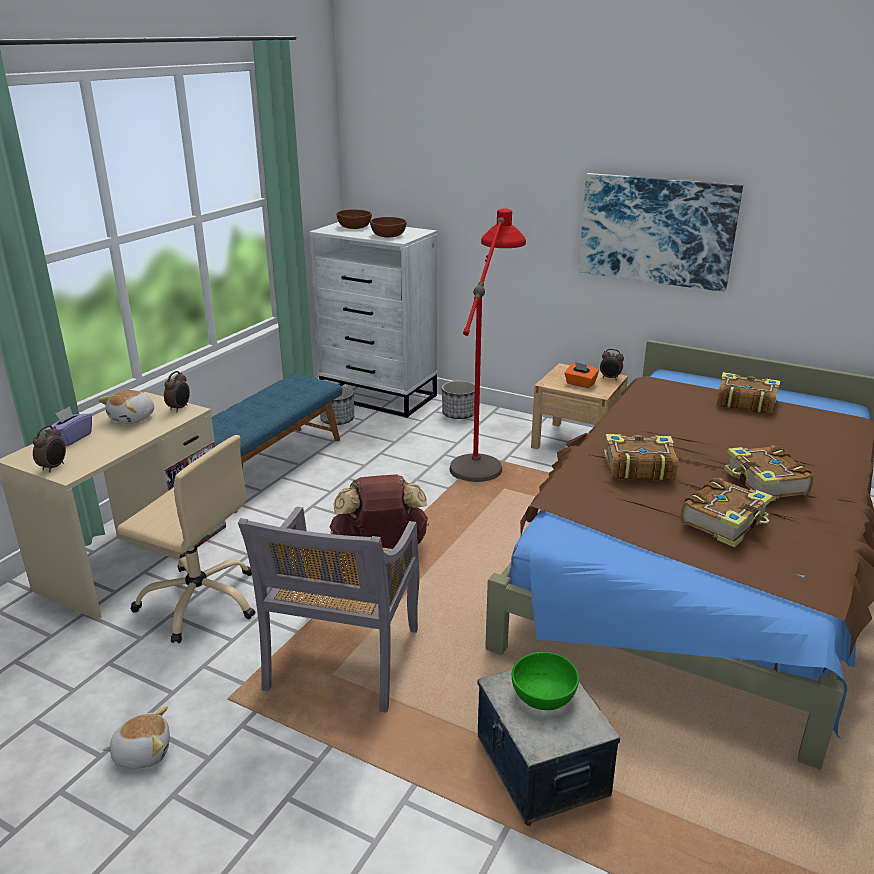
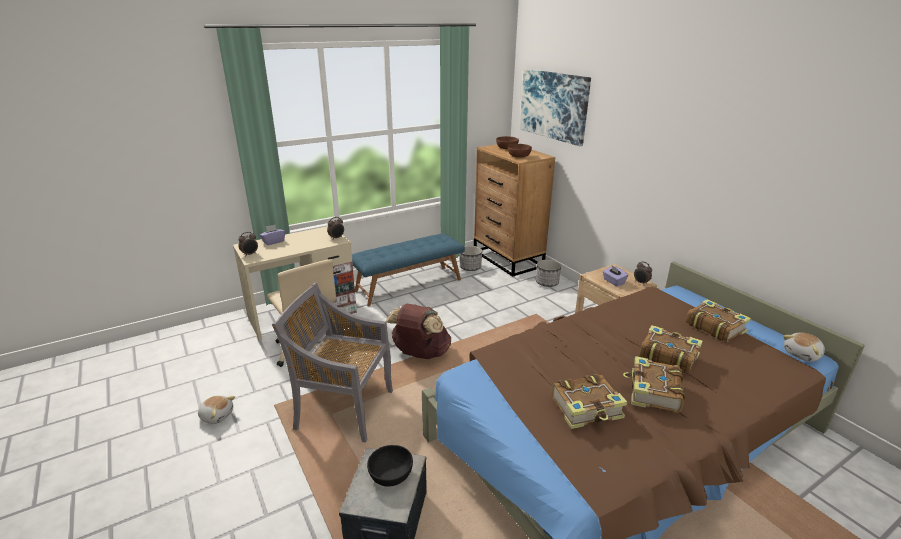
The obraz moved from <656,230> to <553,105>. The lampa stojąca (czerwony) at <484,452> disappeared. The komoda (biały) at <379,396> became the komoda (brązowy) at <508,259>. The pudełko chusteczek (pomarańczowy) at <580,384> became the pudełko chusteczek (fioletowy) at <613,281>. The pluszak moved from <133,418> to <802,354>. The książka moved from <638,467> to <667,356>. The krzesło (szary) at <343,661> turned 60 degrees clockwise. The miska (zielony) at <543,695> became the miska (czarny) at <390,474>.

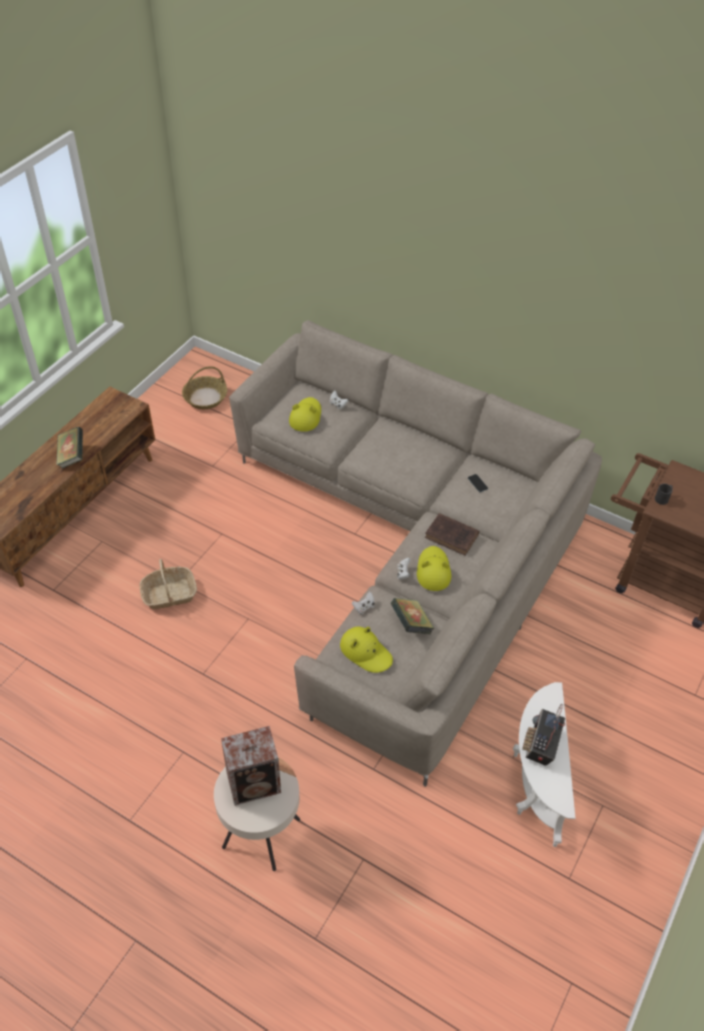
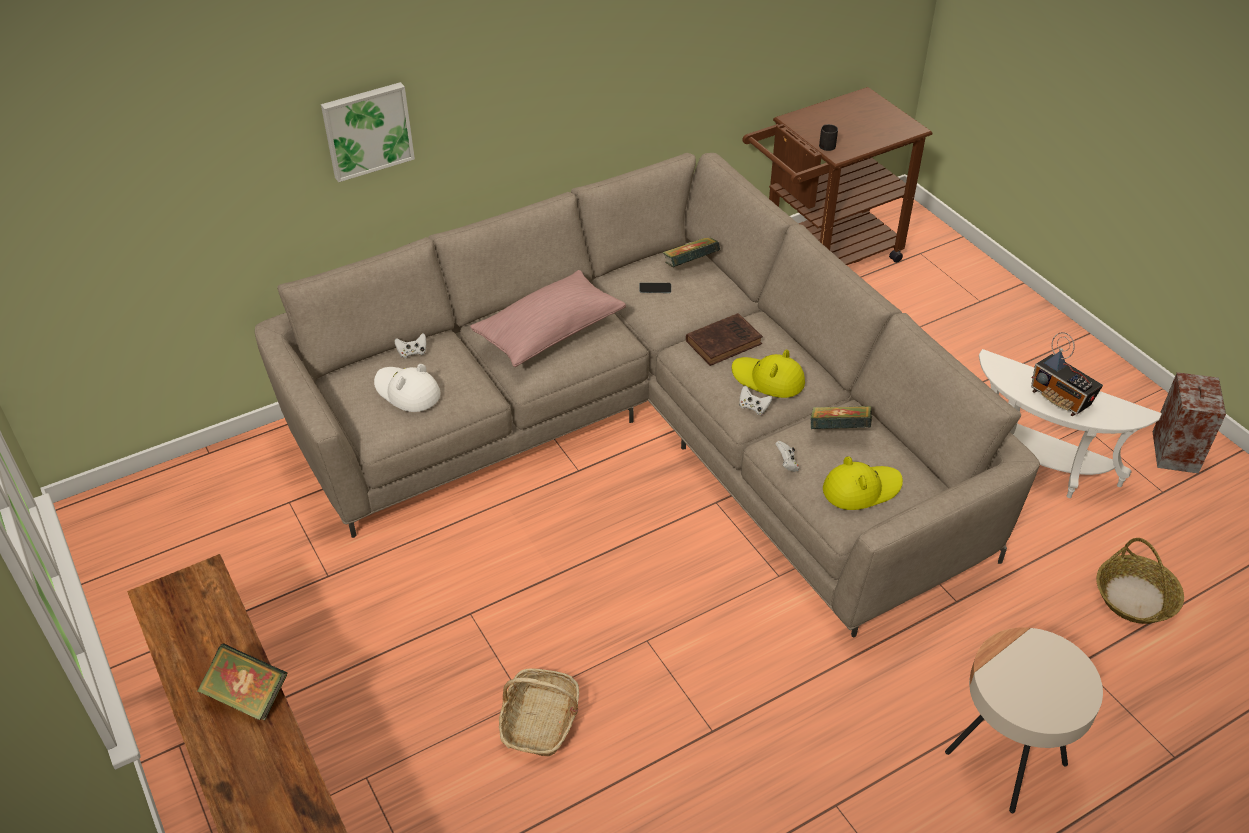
The koszyk moved from <205,397> to <1134,597>. The kapelusz (żółty) at <305,416> became the kapelusz (biały) at <407,392>. The głośnik moved from <255,783> to <1175,450>. The obraz at <367,130> appeared. The książka at <690,265> appeared. The poduszka (różowy) at <549,332> appeared.

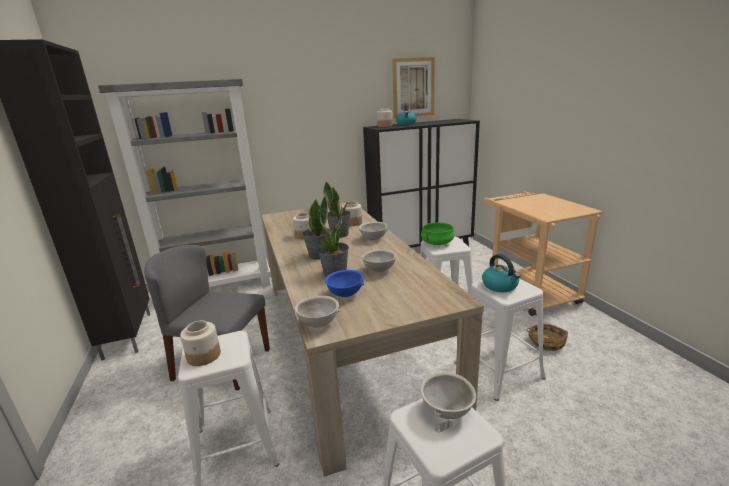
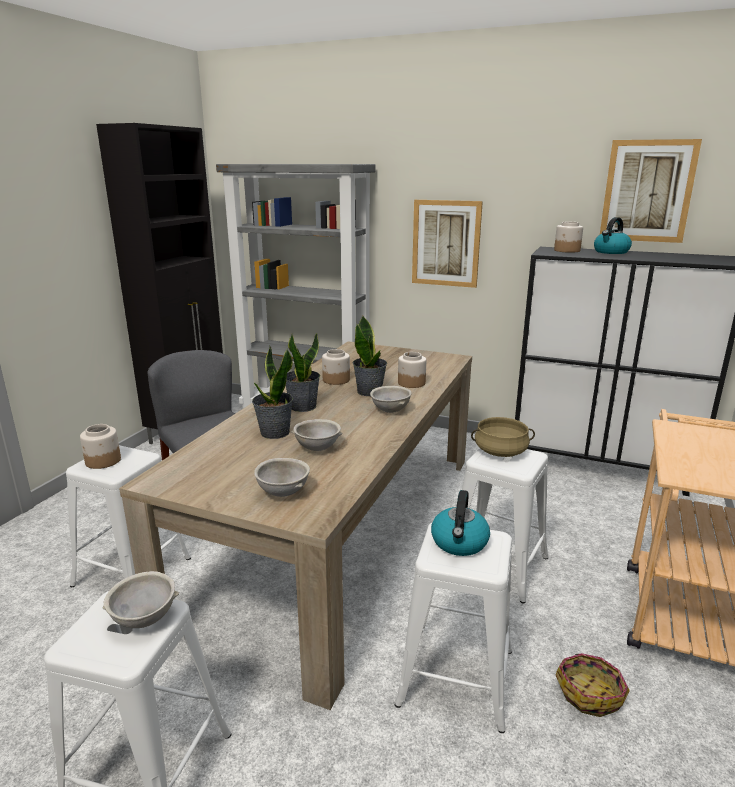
The garnek (zielony) at <437,243> became the garnek (beżowy) at <500,452>. The miska (niebieski) at <345,295> disappeared. The miska (szary) moved from <318,323> to <283,492>. The obraz at <446,243> appeared.

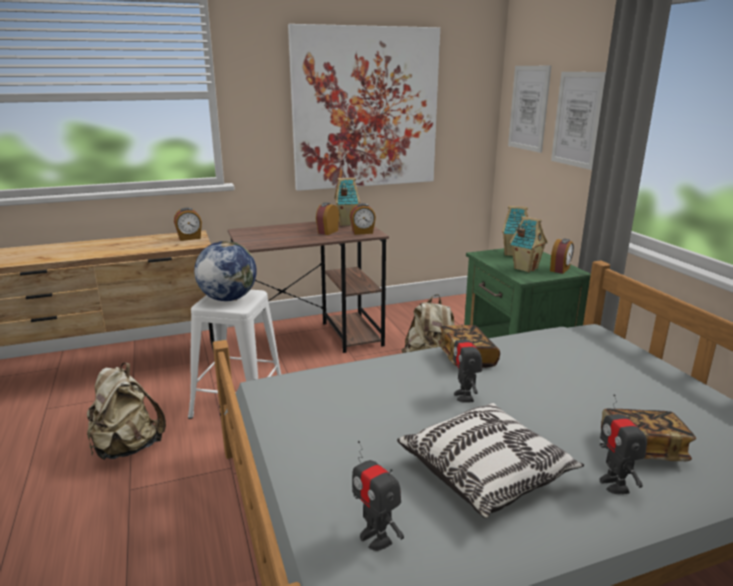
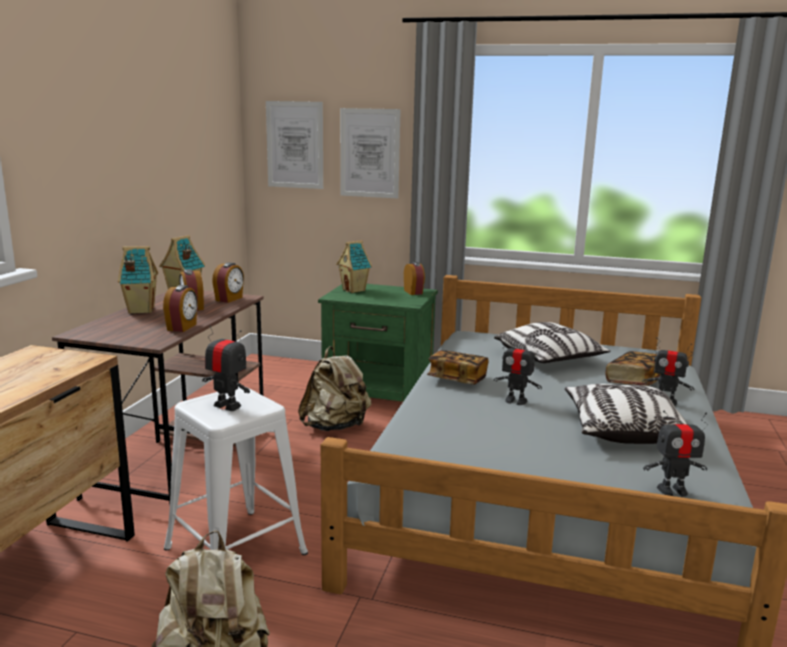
The obraz at <365,109> disappeared. The budzik moved from <189,238> to <182,327>. The domek moved from <525,268> to <140,310>. The globus at <228,298> was replaced by the robot zabawkowy at <227,406>. The poduszka at <549,359> appeared.

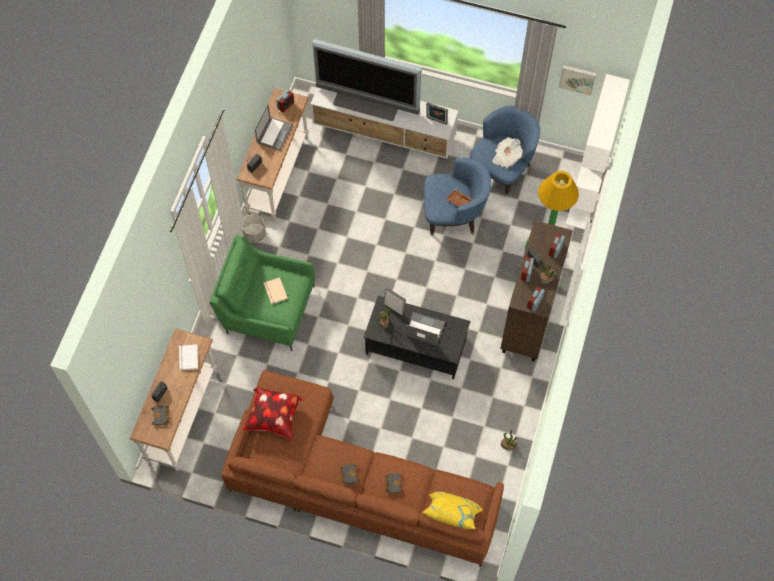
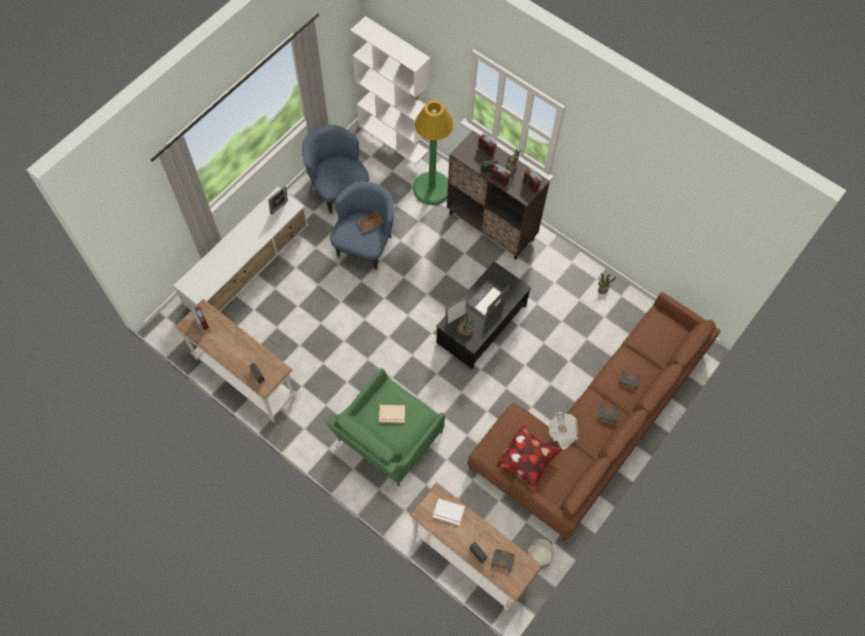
The telewizor at <367,102> disappeared. The obraz at <577,78> disappeared. The laptop at <274,133> disappeared. The gazeta moved from <506,157> to <562,433>. The donica (szary) moved from <254,234> to <538,557>. The poduszka (żółty) at <451,516> disappeared.

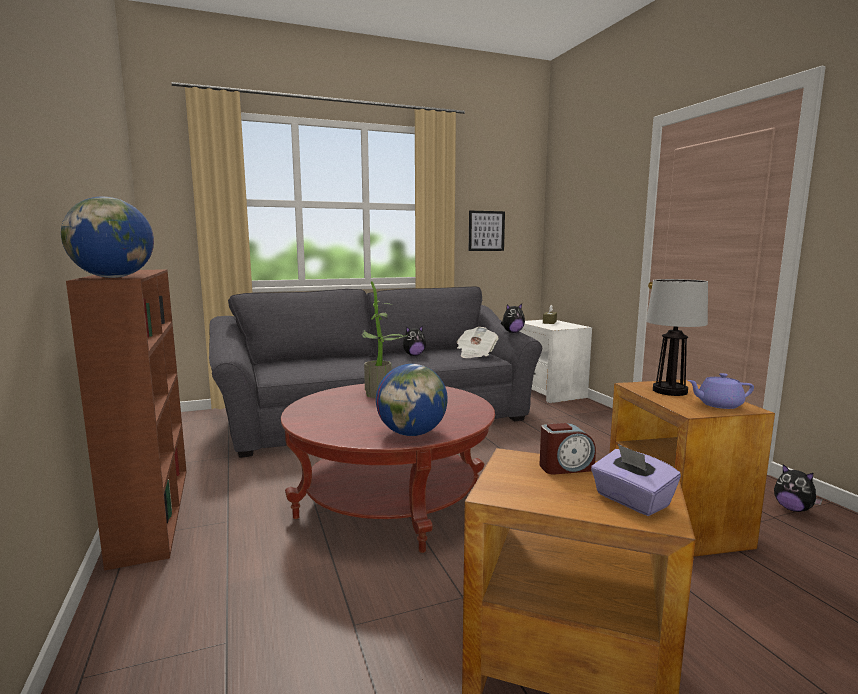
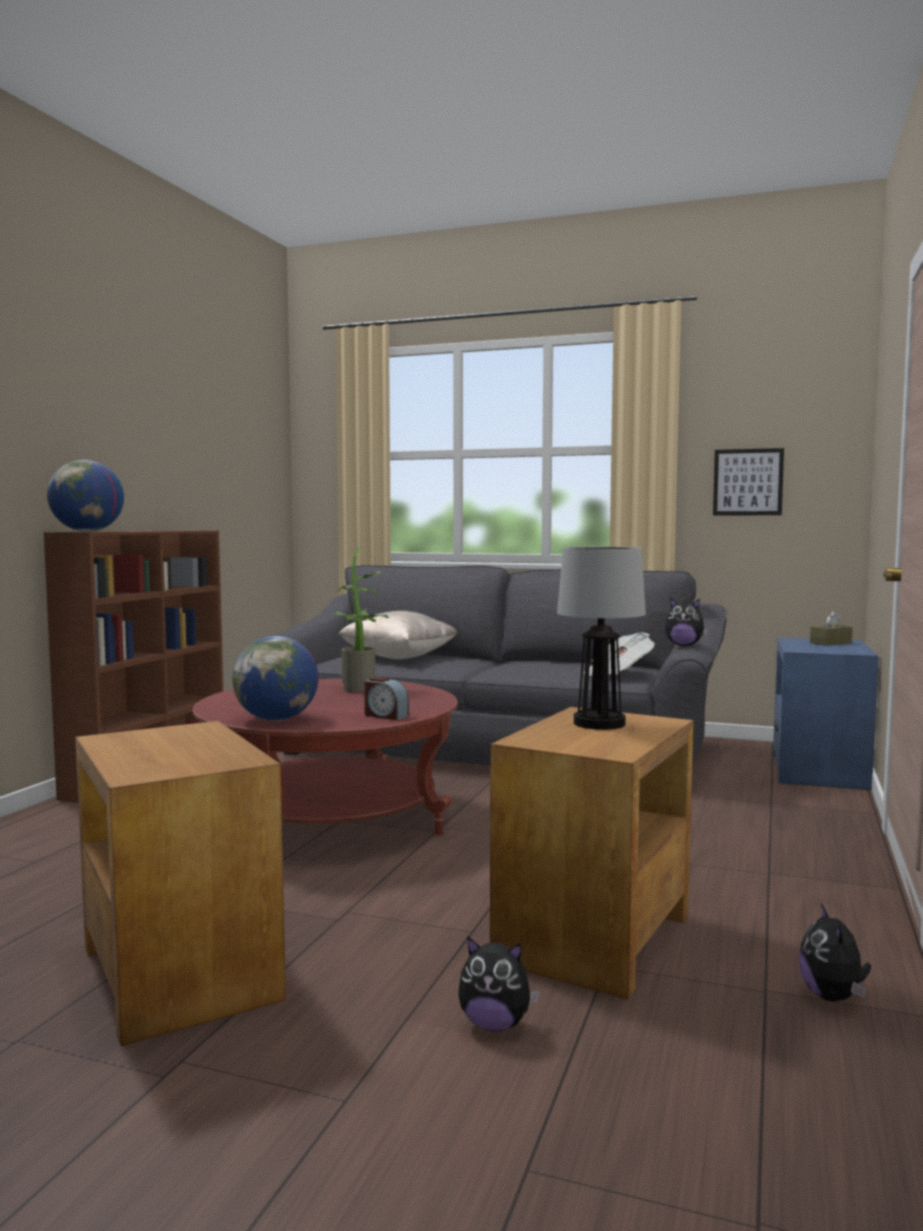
The stolik (biały) at <549,392> became the stolik (niebieski) at <818,770>. The pluszak moved from <413,355> to <495,1024>. The imbryk (fioletowy) at <718,405> disappeared. The budzik moved from <565,467> to <385,715>. The pudełko chusteczek (fioletowy) at <631,501> disappeared. The poduszka (beżowy) at <399,657> appeared.

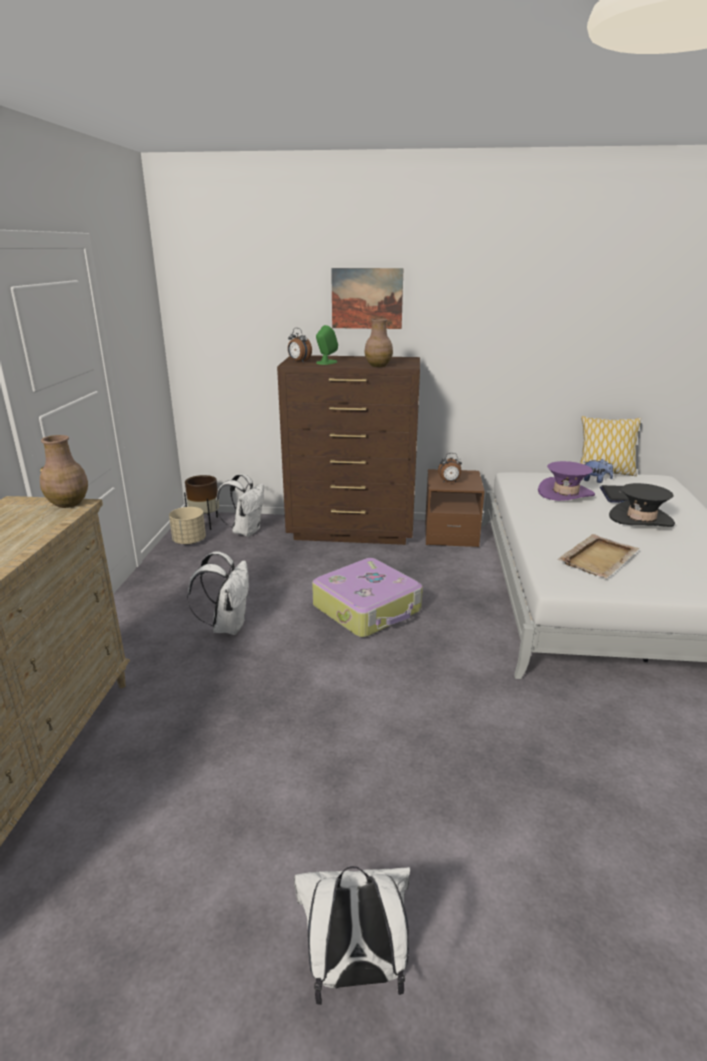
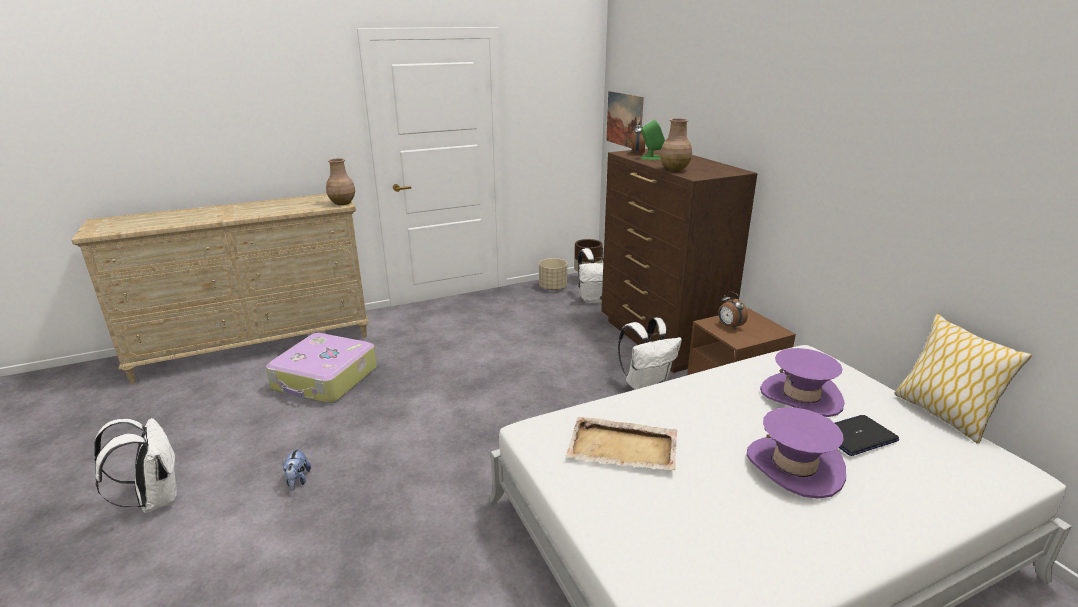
The obraz moved from <367,298> to <624,120>. The pluszak moved from <595,481> to <298,480>. The kapelusz (czarny) at <641,519> became the kapelusz (fioletowy) at <794,466>. The plecak (biały) moved from <228,626> to <646,385>. The walizka moved from <368,609> to <325,379>.

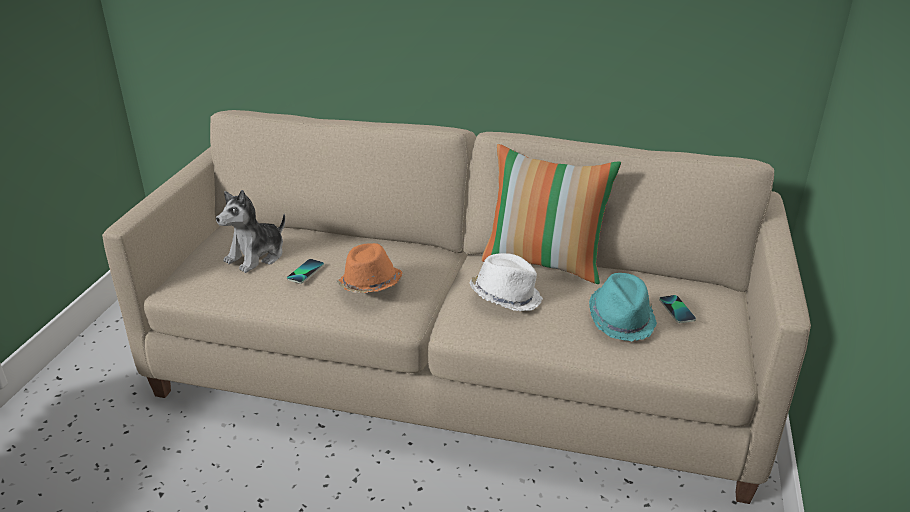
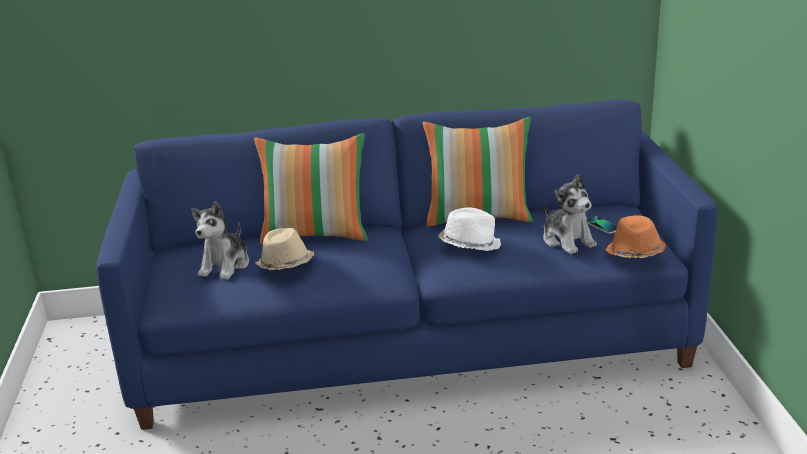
The kanapa (beżowy) at <456,373> became the kanapa (niebieski) at <410,340>. The kapelusz (pomarańczowy) moved from <370,285> to <634,253>. The telefon at <305,272> was replaced by the kapelusz (beżowy) at <285,265>. The kapelusz (turkusowy) at <621,319> was replaced by the pluszak at <567,240>. The poduszka at <316,235> appeared.

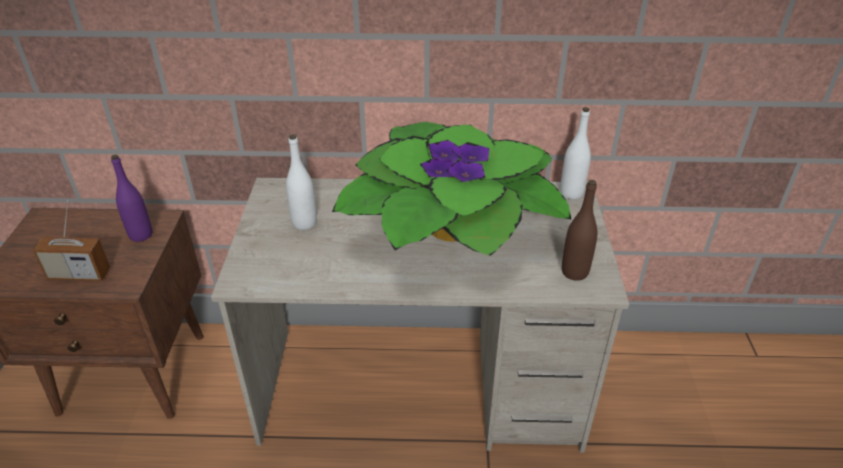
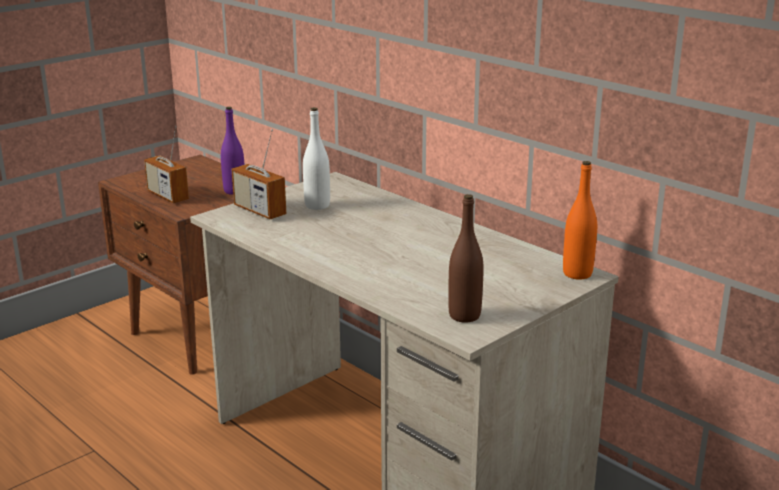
The butelka (biały) at <571,193> became the butelka (pomarańczowy) at <577,274>. The roślina doniczkowa at <450,229> disappeared. The radio at <259,211> appeared.

